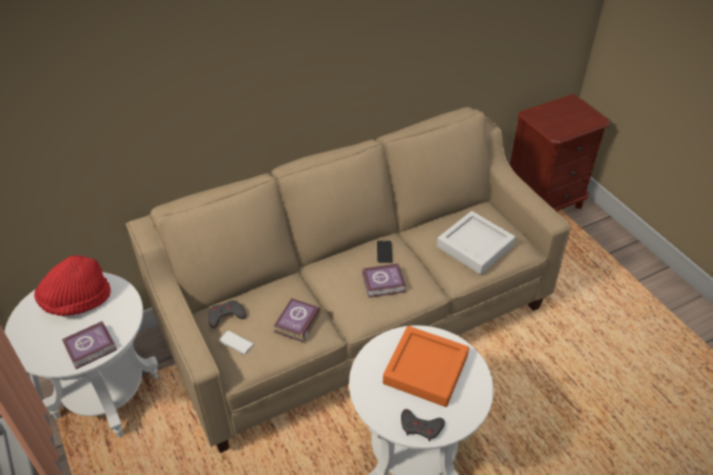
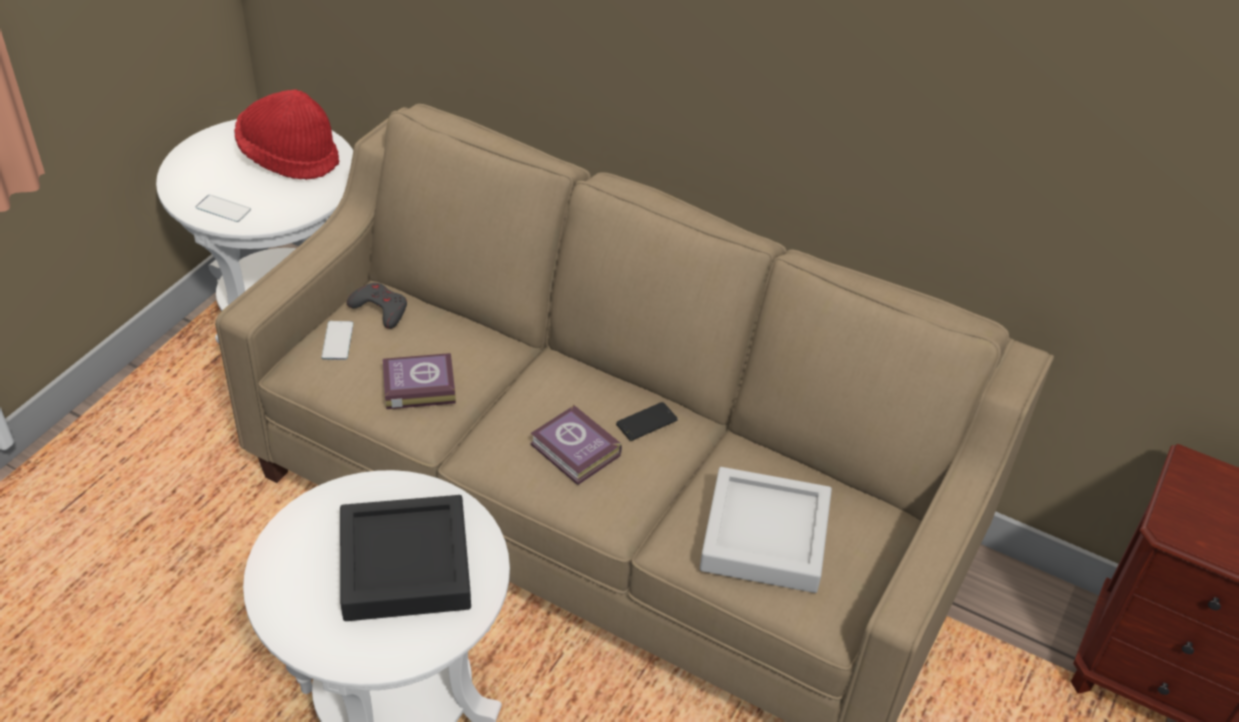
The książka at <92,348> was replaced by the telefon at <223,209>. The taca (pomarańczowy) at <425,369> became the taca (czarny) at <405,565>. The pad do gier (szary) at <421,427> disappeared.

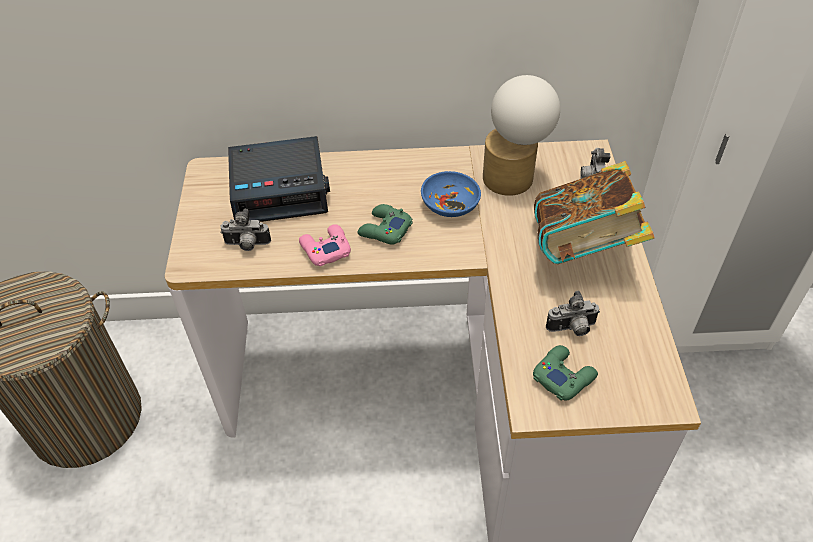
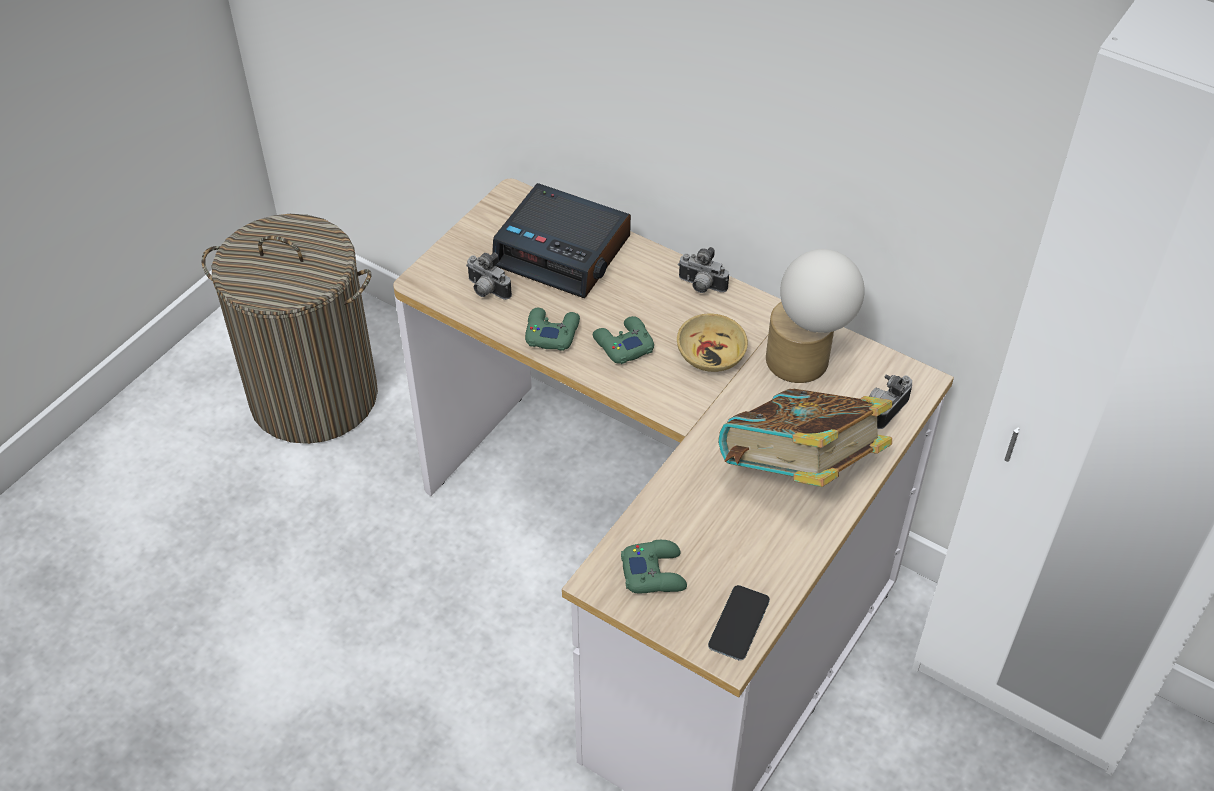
The miska (niebieski) at <450,204> became the miska (beżowy) at <712,354>. The pad do gier (różowy) at <325,249> became the pad do gier (zielony) at <551,333>. The aparat fotograficzny moved from <572,329> to <701,287>. The telefon at <739,623> appeared.

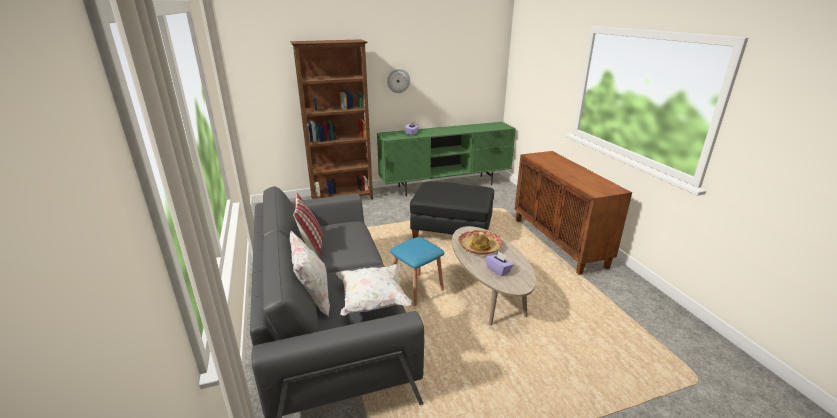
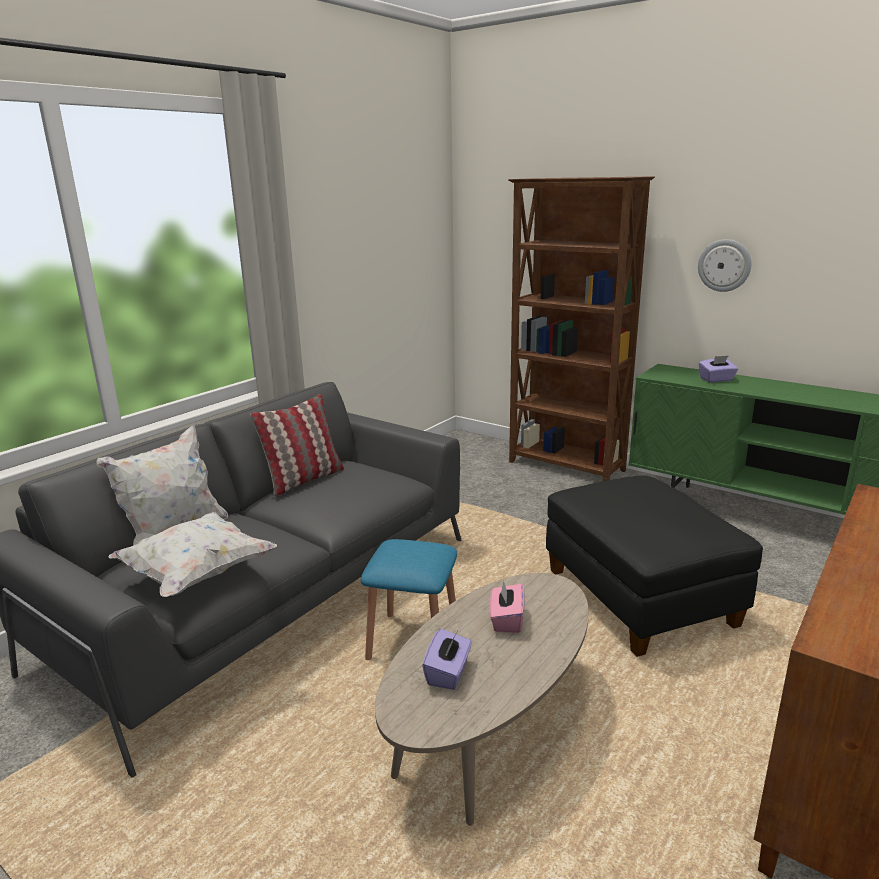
The kapelusz at <479,247> was replaced by the pudełko chusteczek (różowy) at <506,620>.

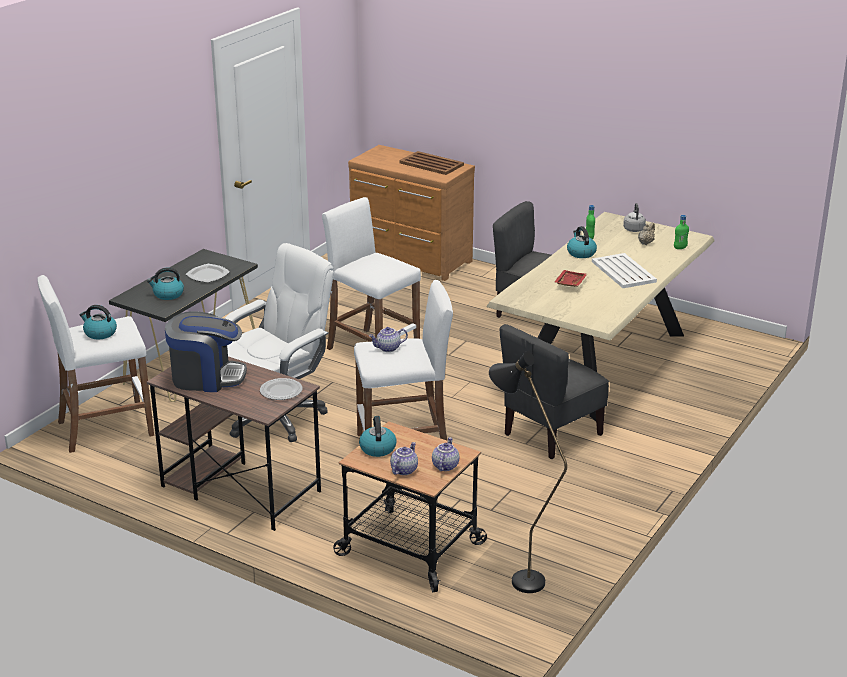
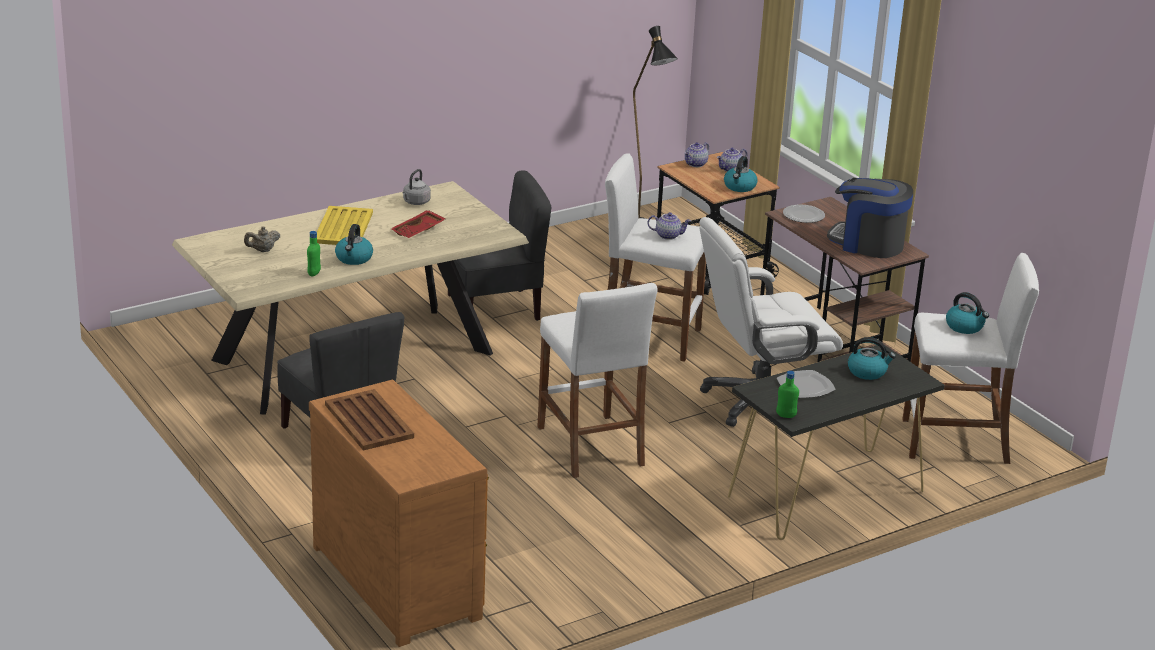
The czajnik (szary) moved from <633,229> to <415,202>. The butelka (zielony) moved from <680,248> to <786,416>. The taca (biały) at <623,272> became the taca (żółty) at <344,227>.

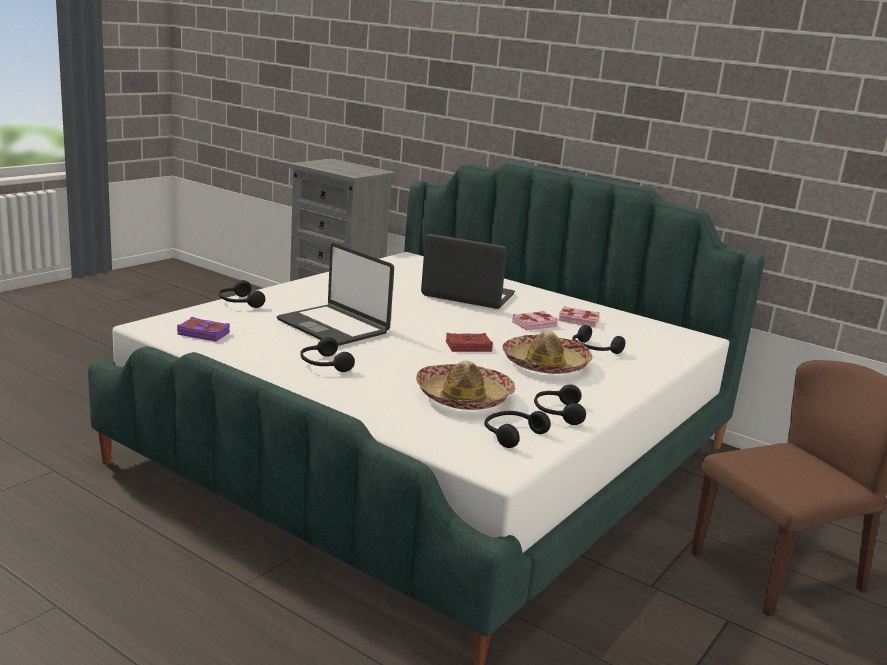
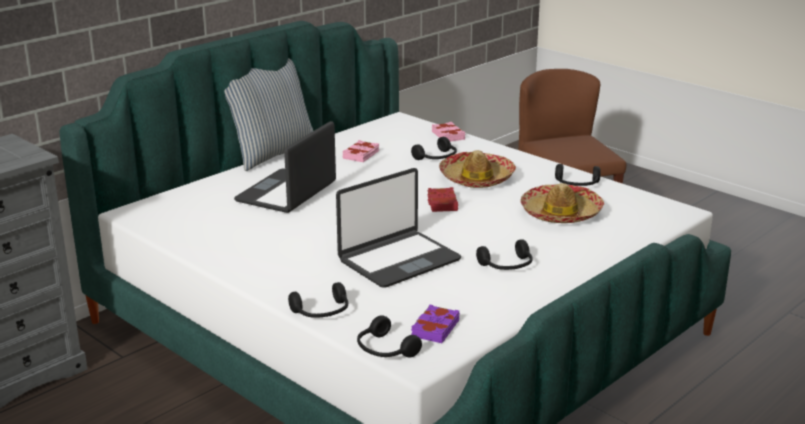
The książka (różowy) moved from <535,325> to <448,135>. The słuchawki (czarny) moved from <511,434> to <384,350>. The poduszka at <271,153> appeared.

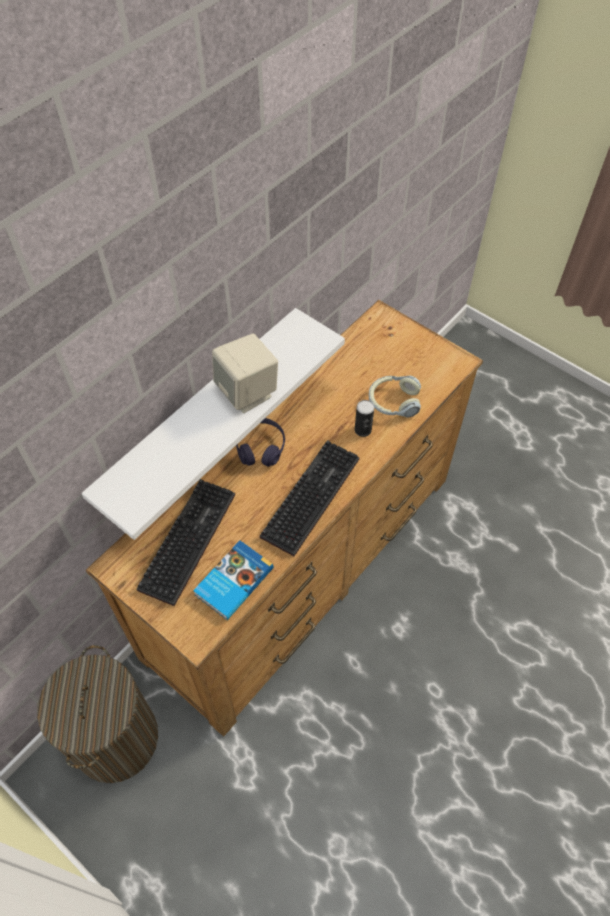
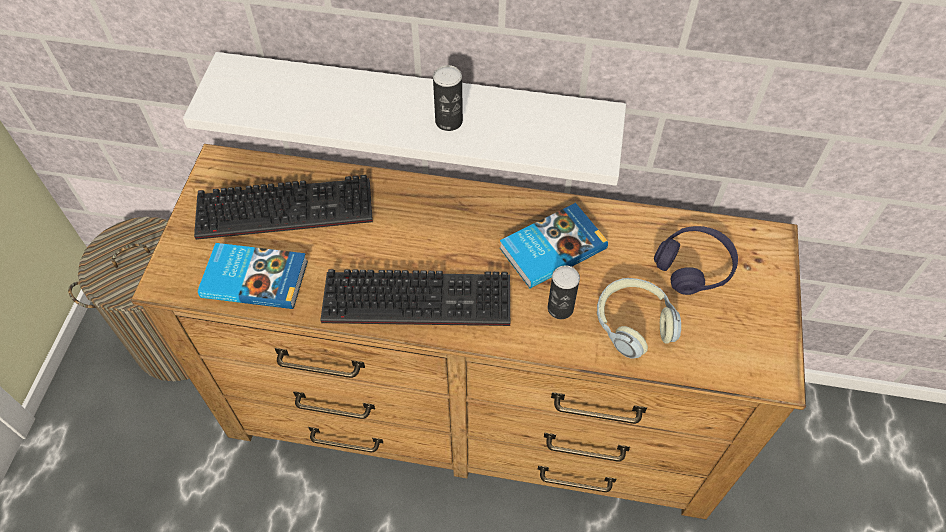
The głośnik (beżowy) at <247,393> was replaced by the puszka at <449,121>. The słuchawki (fioletowy) moved from <260,447> to <693,267>. The książka at <551,248> appeared.

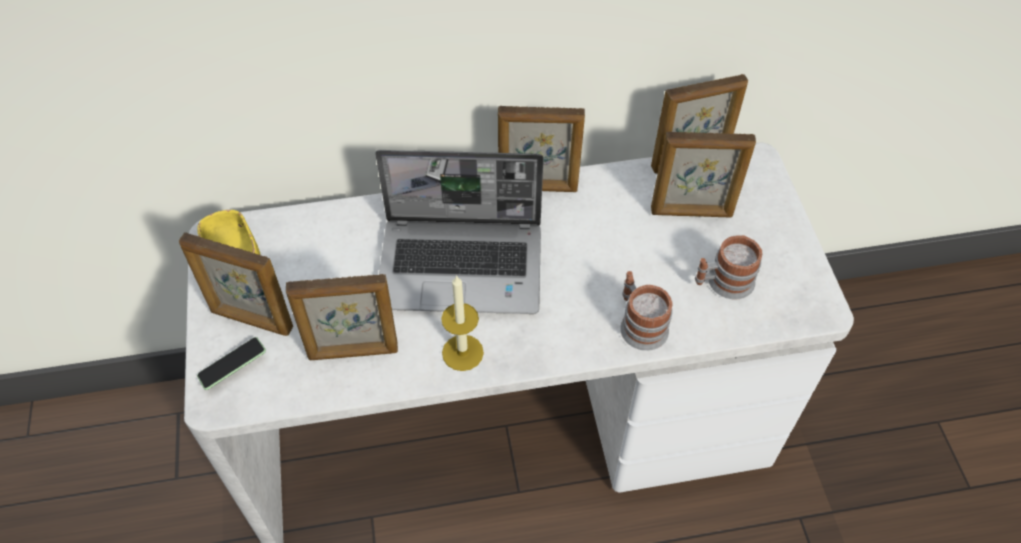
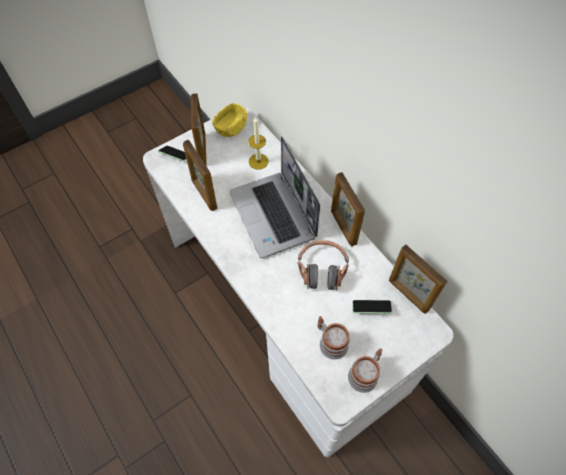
The ramka na zdjęcie at <692,213> was replaced by the telefon at <371,309>. The kubek moved from <639,323> to <365,373>. The świeca moved from <462,352> to <258,161>. The słuchawki at <322,269> appeared.

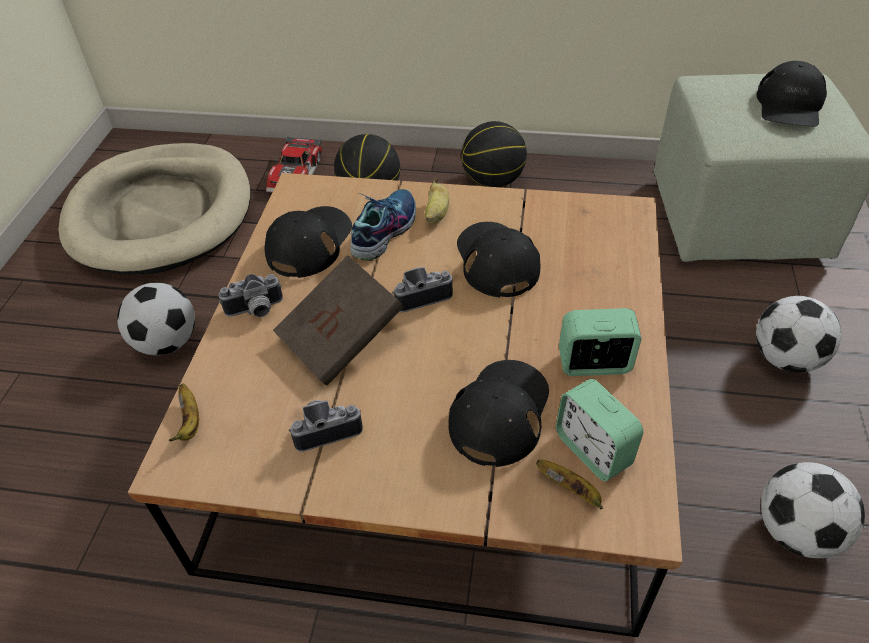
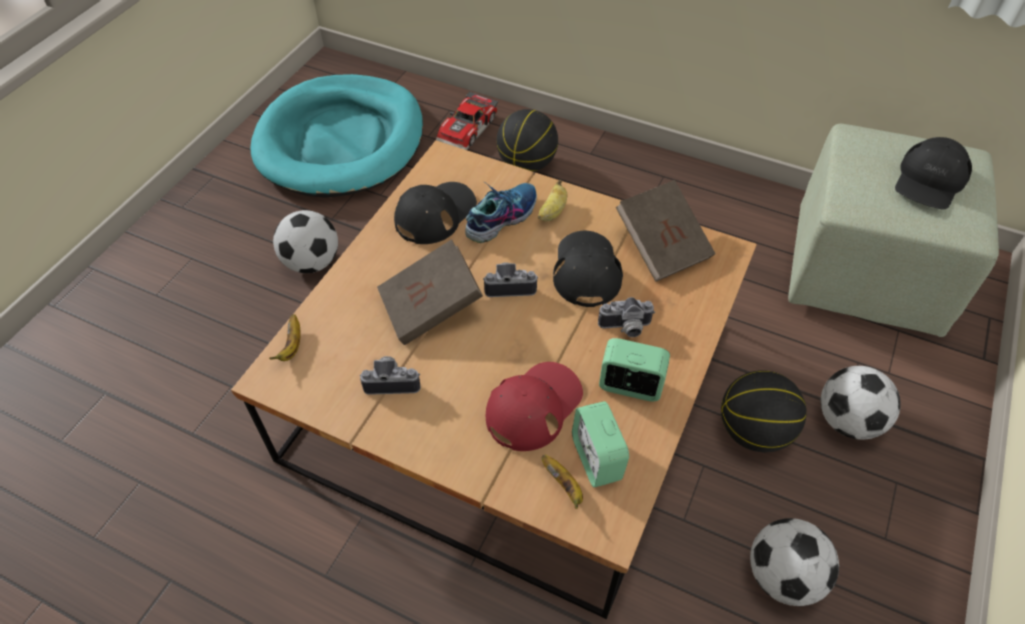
The piłka do koszykówki moved from <492,181> to <753,430>. The legowisko (beżowy) at <161,213> became the legowisko (turkusowy) at <341,141>. The aparat fotograficzny moved from <255,311> to <625,328>. The czapka z daszkiem (czarny) at <500,413> became the czapka z daszkiem (czerwony) at <534,406>. The książka (brązowy) at <662,246> appeared.

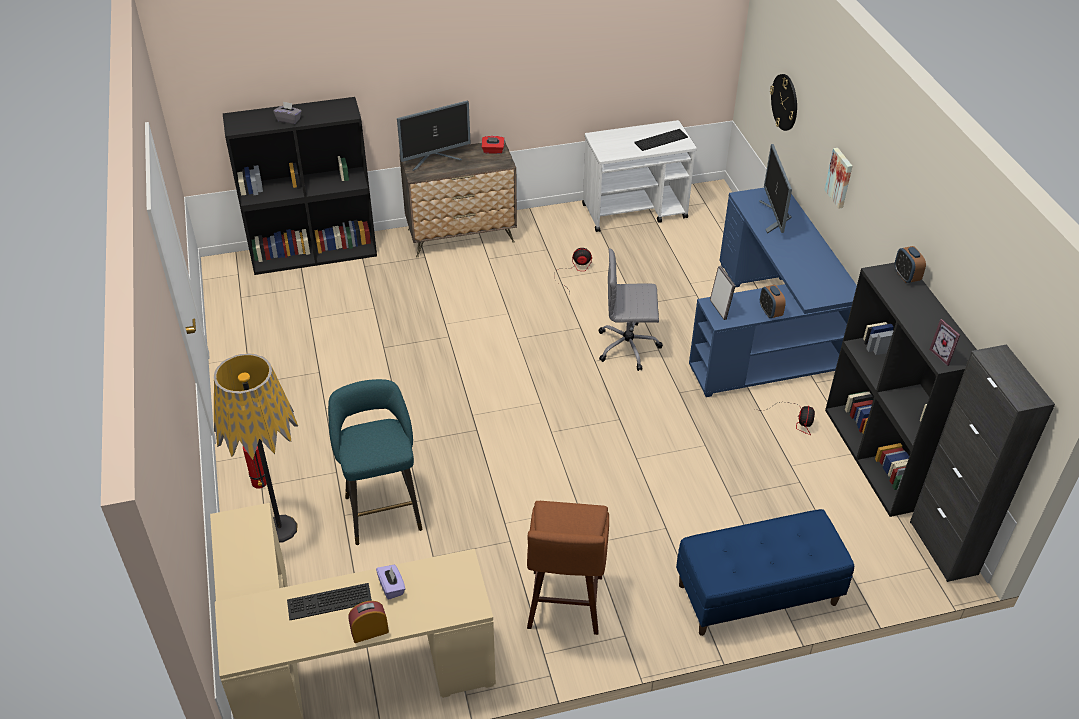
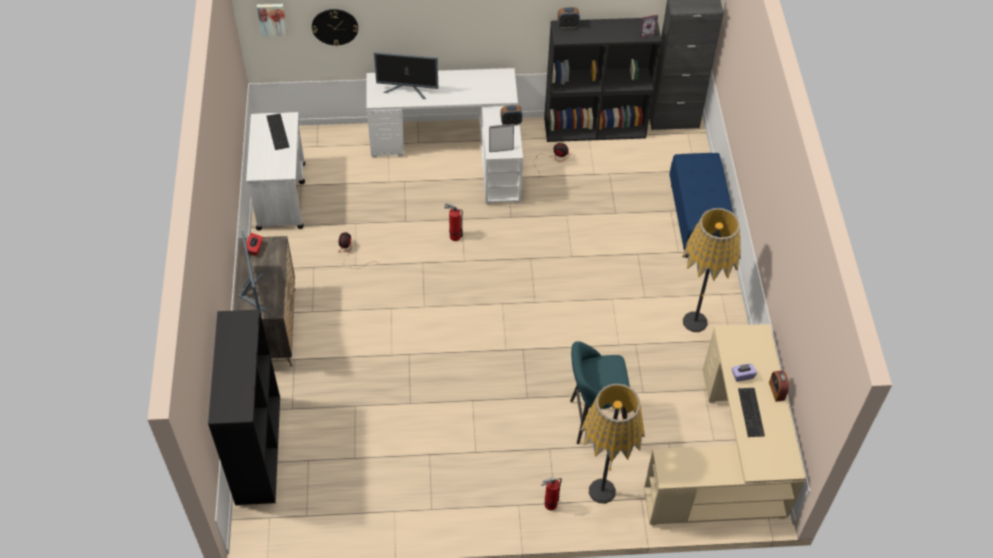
The pudełko chusteczek (szary) at <289,120> disappeared. The obraz moved from <840,177> to <272,19>. The biurko (niebieski) at <769,331> became the biurko (biały) at <458,149>. The krzesło biurowe (szary) at <628,347> was replaced by the gaśnica at <453,236>. The stołek (brązowy) at <564,606> was replaced by the lampa stojąca at <695,322>.

